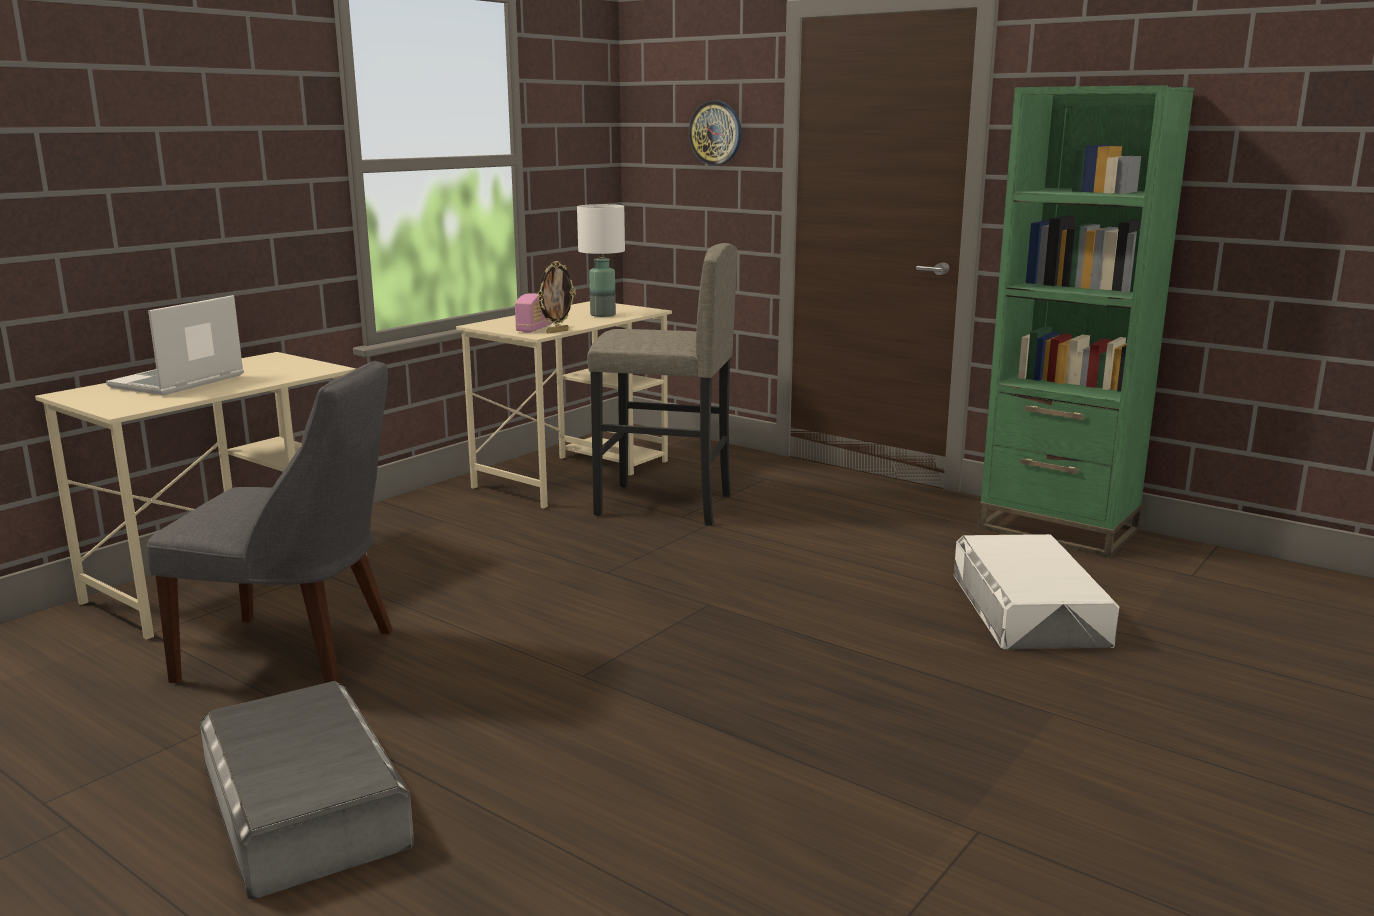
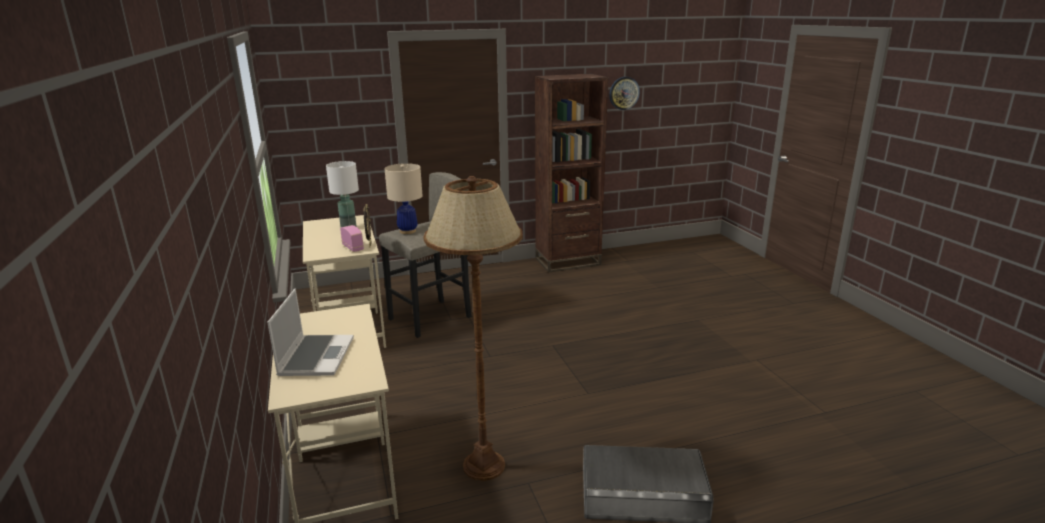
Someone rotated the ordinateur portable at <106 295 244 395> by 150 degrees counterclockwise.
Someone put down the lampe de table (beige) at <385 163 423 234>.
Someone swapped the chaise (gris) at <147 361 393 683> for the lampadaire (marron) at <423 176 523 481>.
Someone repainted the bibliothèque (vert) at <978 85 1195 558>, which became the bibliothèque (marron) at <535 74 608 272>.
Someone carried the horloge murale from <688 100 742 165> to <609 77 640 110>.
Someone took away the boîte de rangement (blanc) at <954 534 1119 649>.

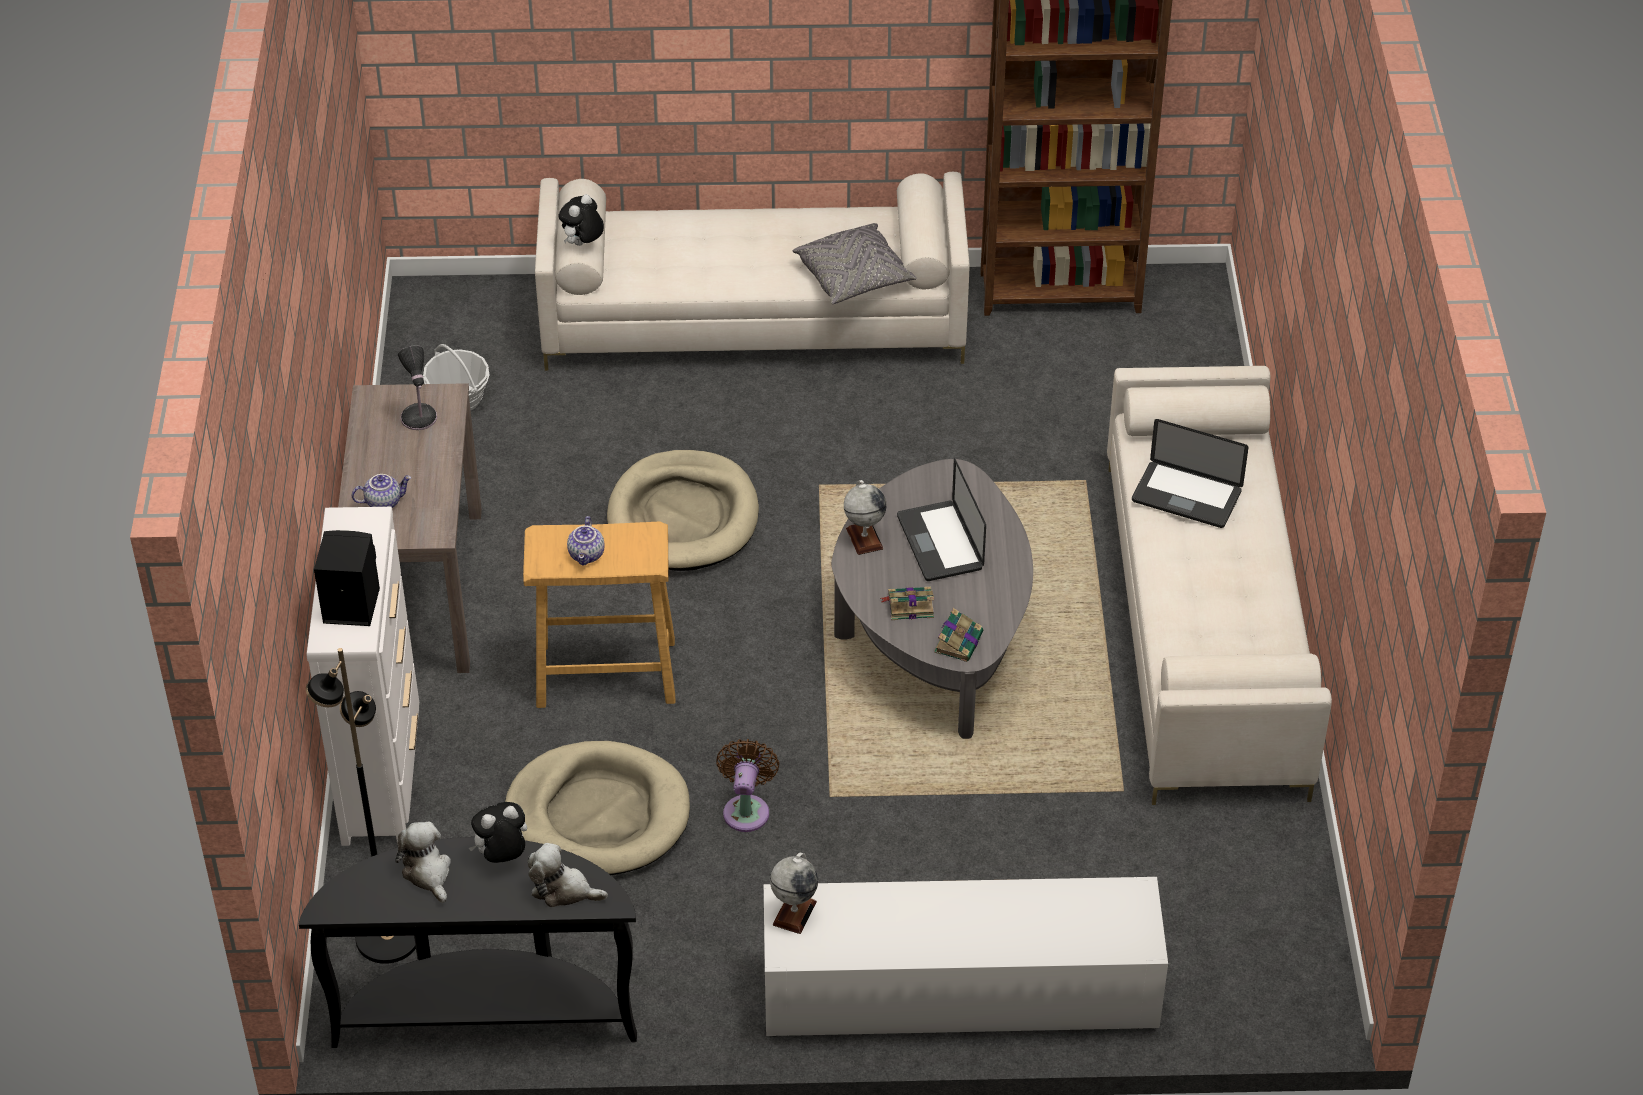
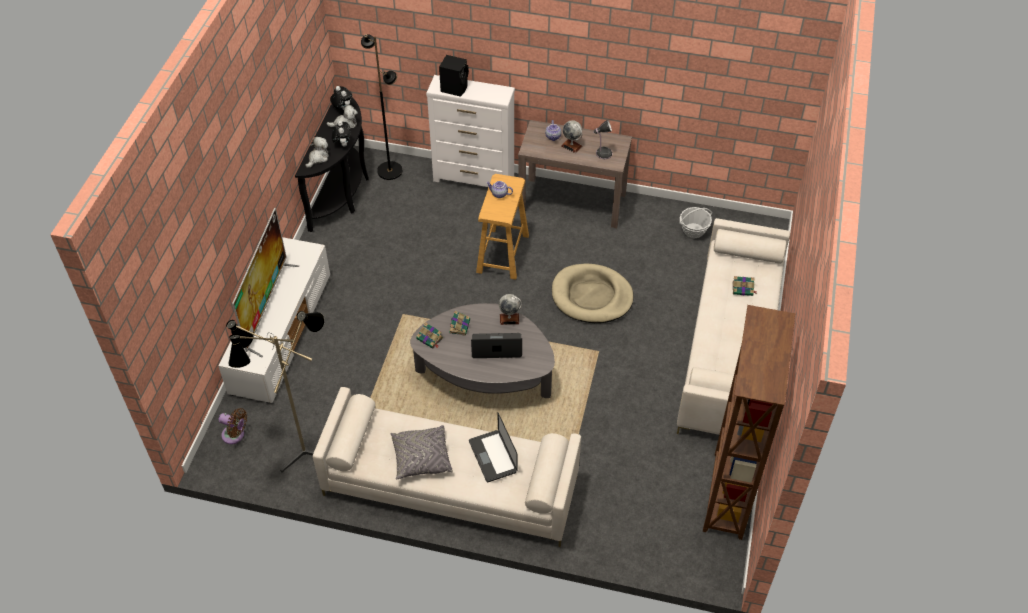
Someone carried the ventilateur (marron) from <716 739 779 832> to <218 408 247 444>.
Someone put down the lampadaire at <226 311 325 473>.
Someone put down the téléviseur at <232 208 299 357>.
Someone carried the peluche from <559 194 604 246> to <330 86 352 110>.
Someone carried the coussin (gris) from <793 223 917 304> to <390 425 453 479>.
Someone rotated the ordinateur portable at <1132 419 1248 528> by 60 degrees counterclockwise.
Someone carried the globe from <770 852 818 934> to <561 120 582 153>.
Someone put down the livre at <732 276 757 296>.
Someone took away the panier pour chien (beige) at <505 741 690 875>.

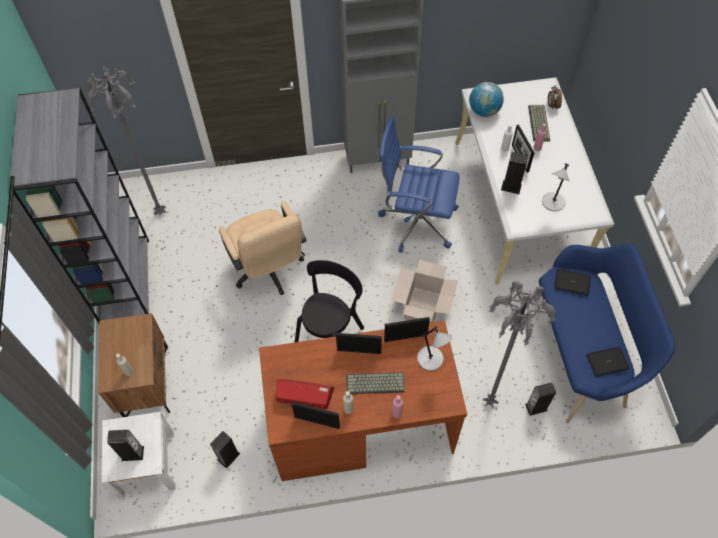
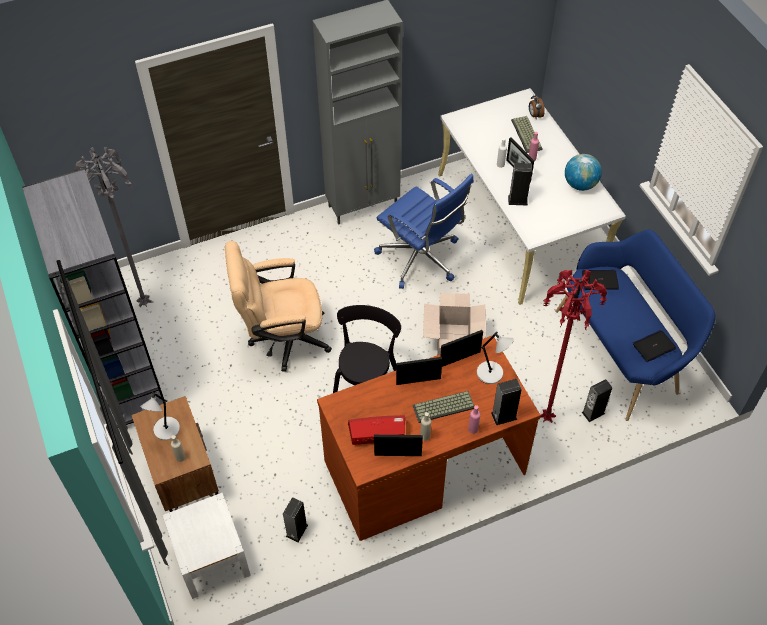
Someone carried the lampe de table (gris) from <542 163 570 211> to <140 392 180 440>.
Someone rotated the chaise de bureau (beige) at <219 201 307 295> by 120 degrees clockwise.
Someone rotated the chaise de bureau (bleu) at <378 116 460 253> by 135 degrees counterclockwise.
Someone carried the enceinte from <107 430 144 461> to <491 379 522 425>.
Someone repainted the lampadaire (gris) at <483 281 556 408>, which became the lampadaire (rouge) at <540 270 607 423>.
Someone carried the globe from <469 82 504 117> to <565 154 602 191>.

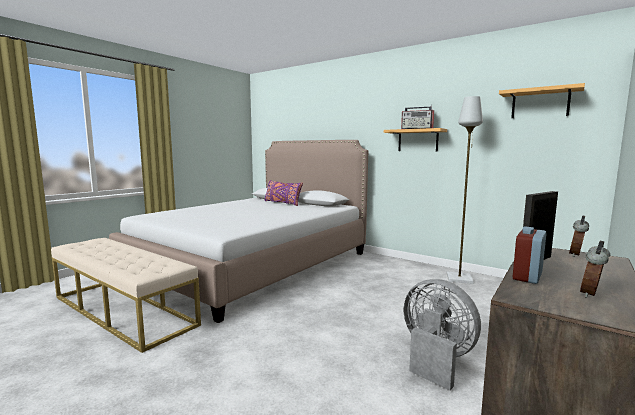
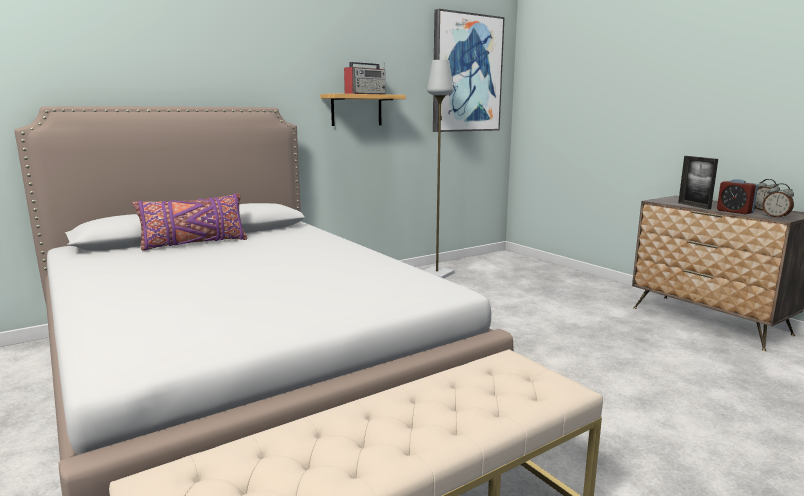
Someone swapped the étagère at <499 83 585 118> for the tableau at <433 9 505 132>.
Someone carried the réveil from <569 215 589 257> to <762 183 794 218>.
Someone took away the ventilateur (gris) at <403 279 481 390>.

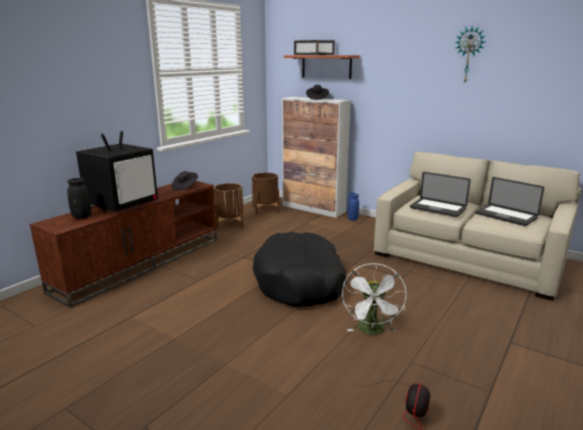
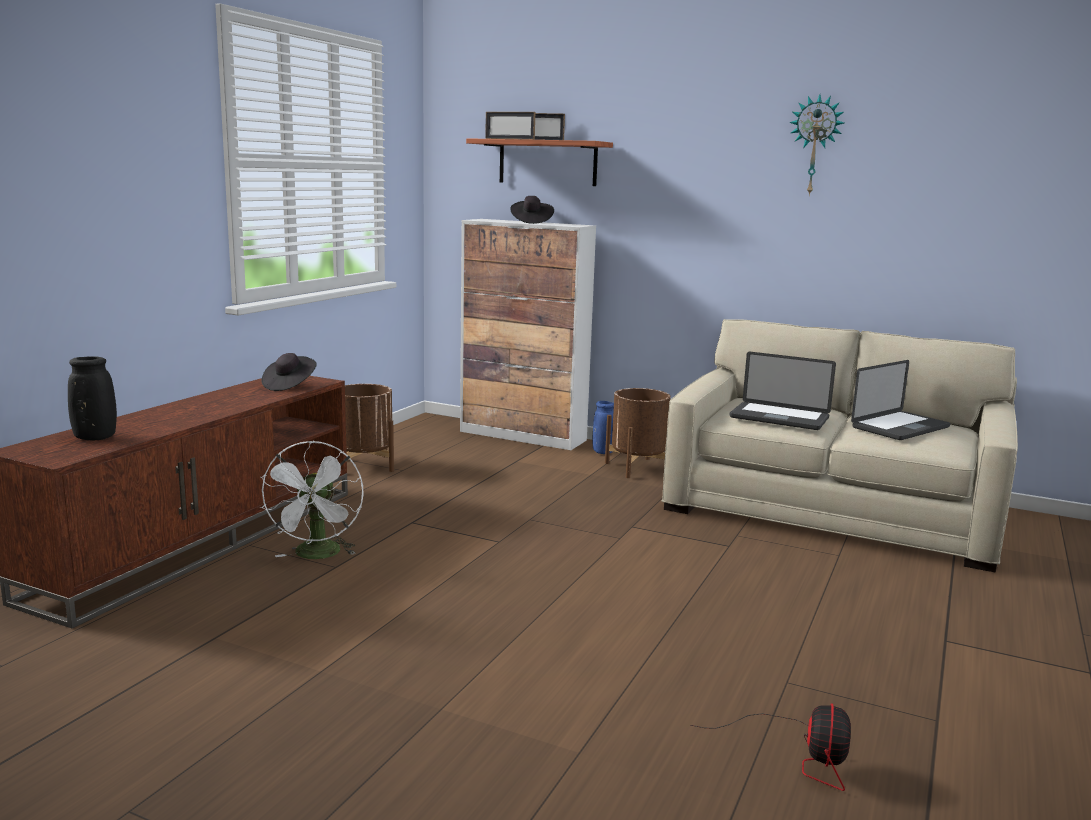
Someone carried the ventilateur (blanc) from <342 263 407 334> to <260 441 364 559>.
Someone carried the cache-pot (marron) from <252 172 279 214> to <605 388 671 478>.
Someone rotated the ordinateur portable at <475 177 544 226> by 75 degrees counterclockwise.
Someone took away the téléviseur at <76 131 158 212>.
Someone took away the panier pour chien (noir) at <253 232 347 306>.

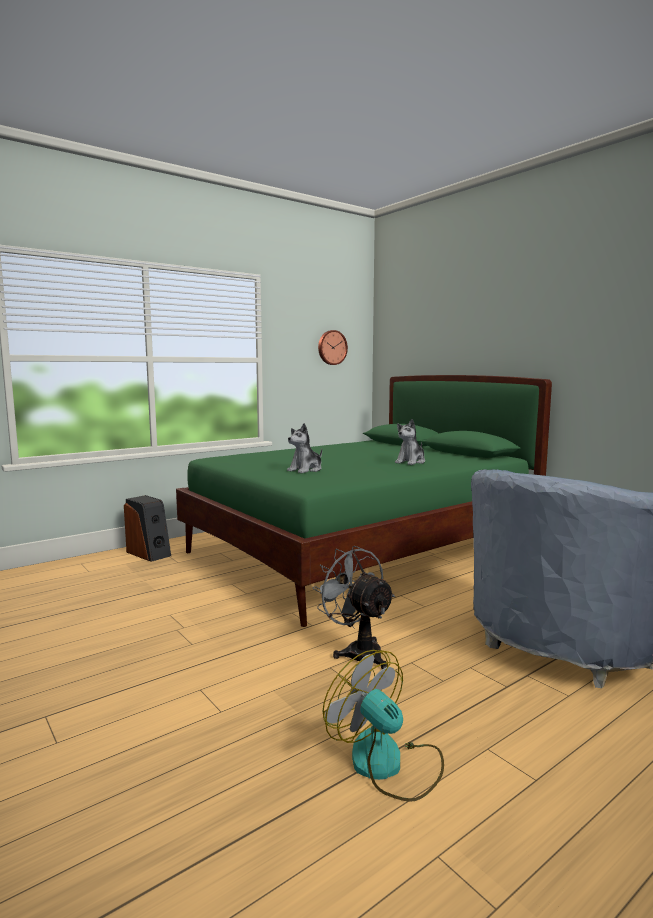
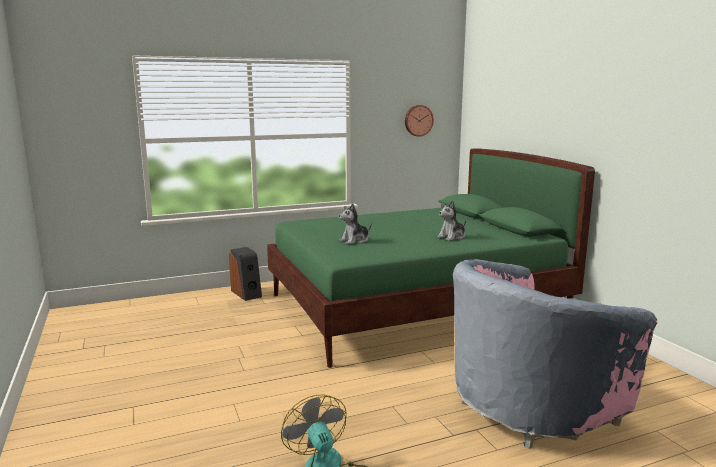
Someone took away the ventilateur (gris) at <313 546 395 669>.

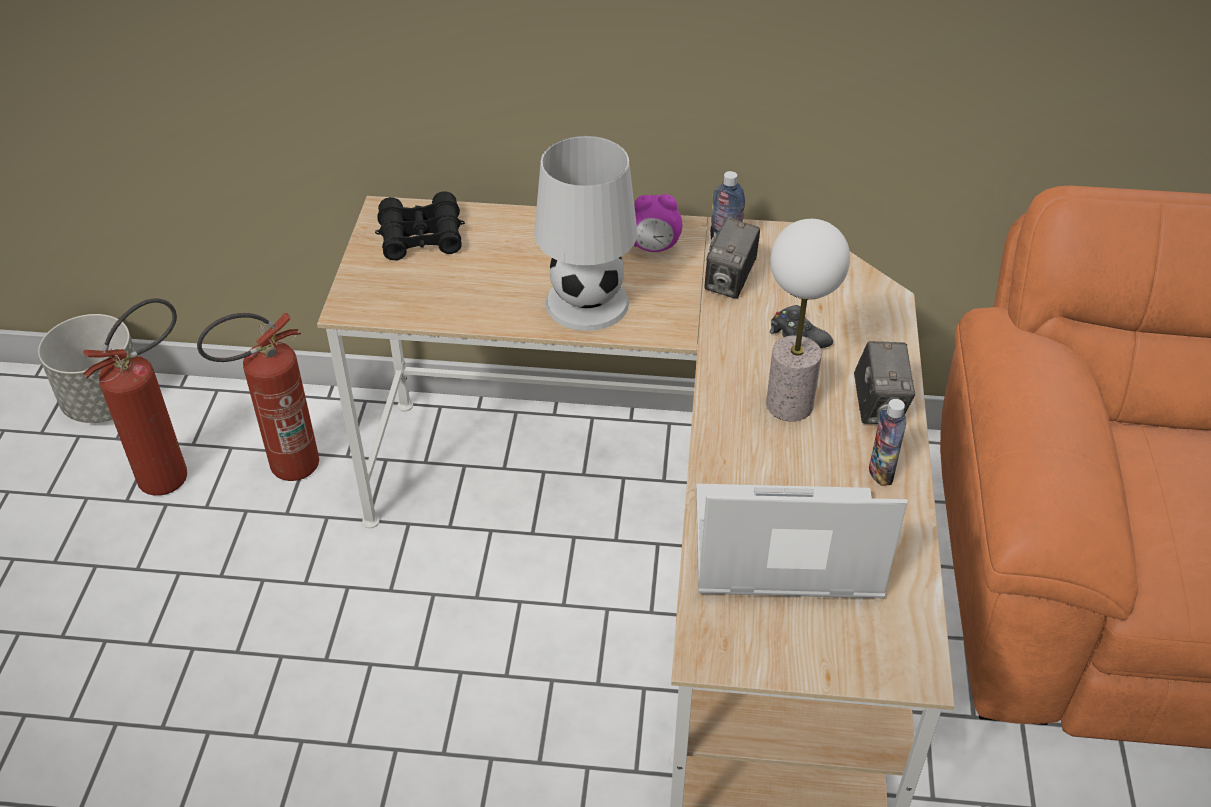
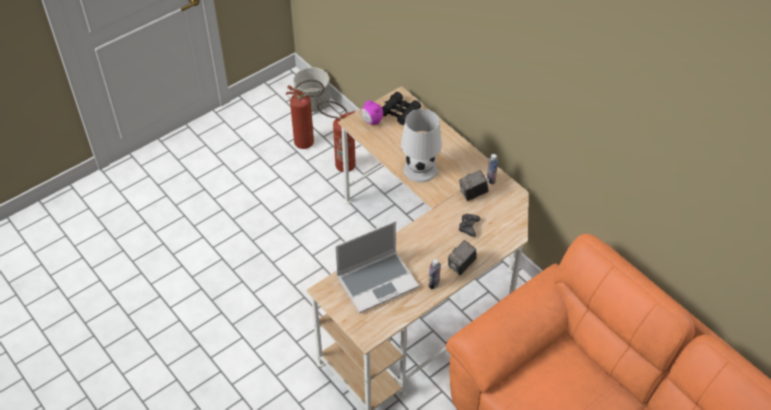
Someone rotated the ordinateur portable at <696 484 908 598> by 105 degrees clockwise.
Someone carried the réveil from <634 194 682 252> to <361 100 383 125>.
Someone took away the lampe de table at <766 219 850 421>.

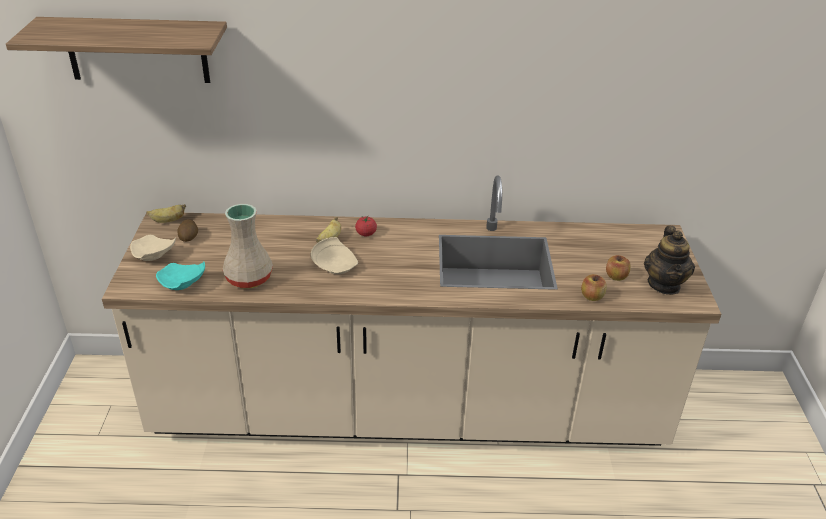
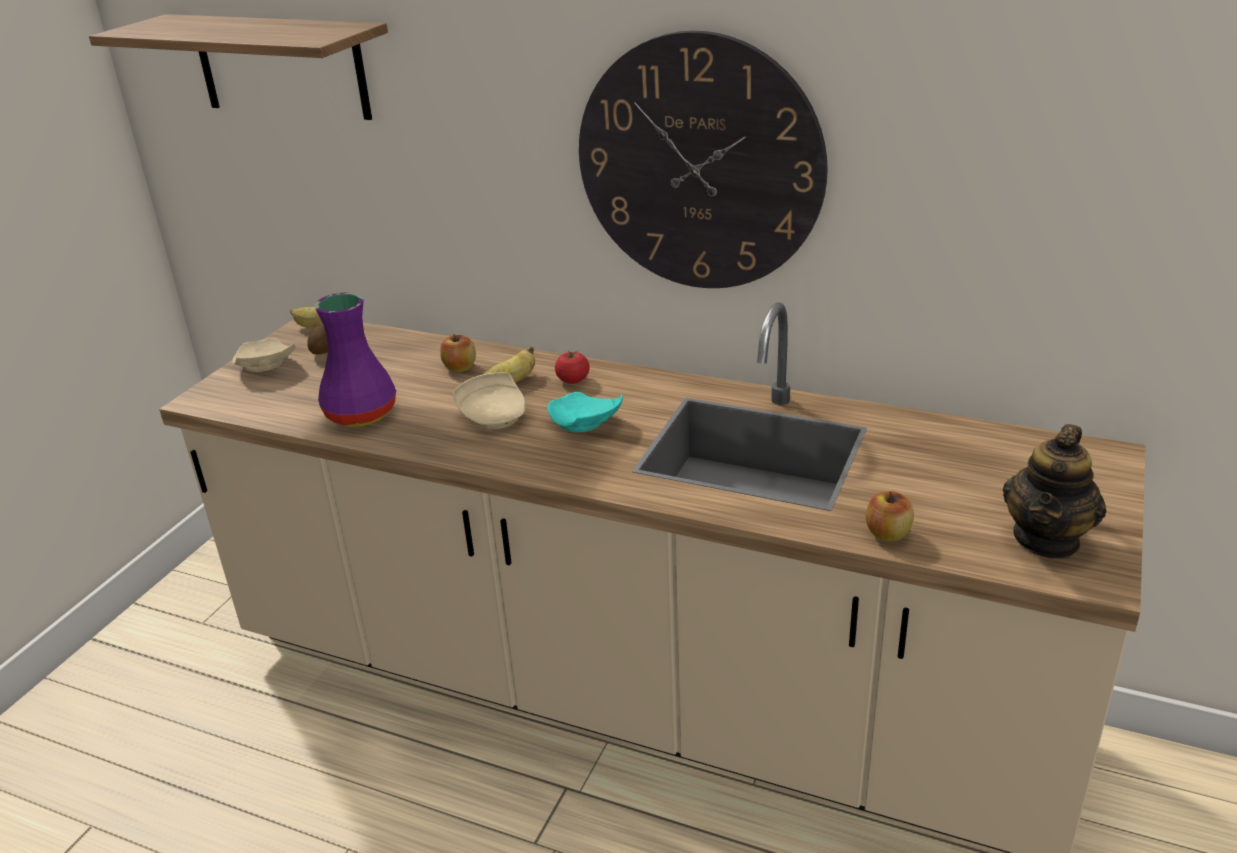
Someone repainted the vase (beige) at <223 204 273 289>, which became the vase (violet) at <314 292 396 427>.
Someone carried the pomme from <606 255 631 281> to <440 334 476 372>.
Someone carried the assiette (turquoise) from <156 261 205 290> to <548 392 623 432>.
Someone put up the horloge murale at <579 31 828 288>.

